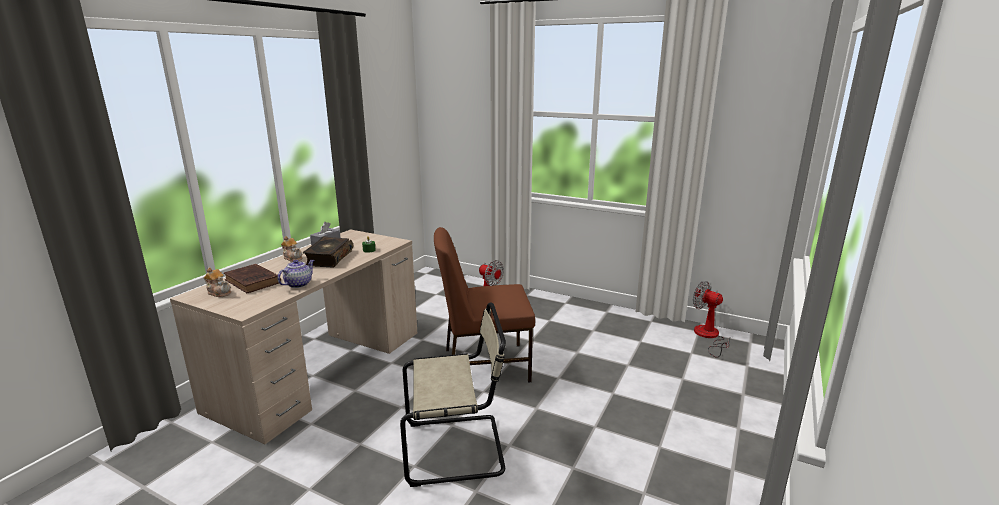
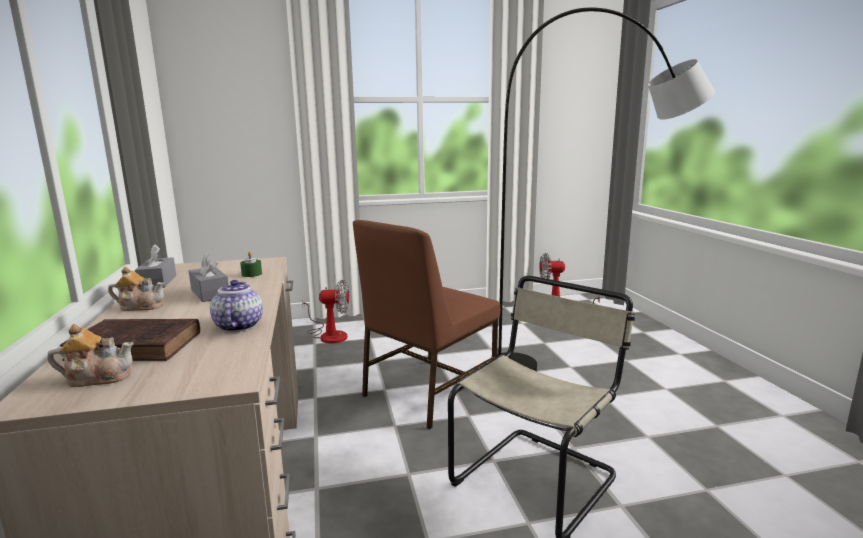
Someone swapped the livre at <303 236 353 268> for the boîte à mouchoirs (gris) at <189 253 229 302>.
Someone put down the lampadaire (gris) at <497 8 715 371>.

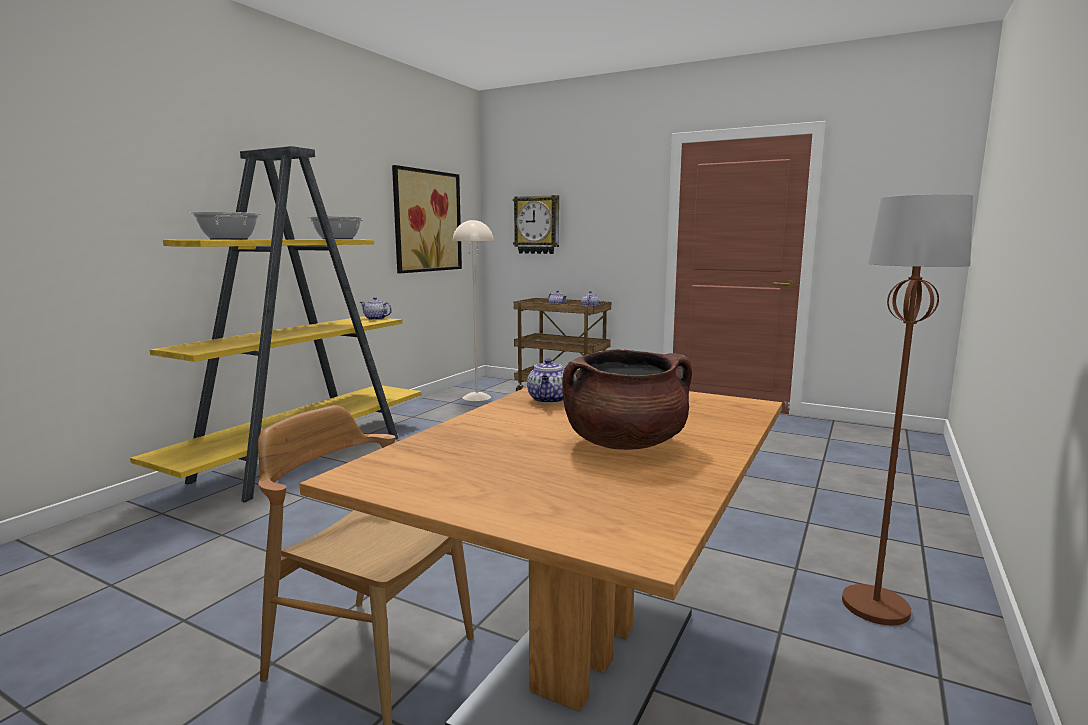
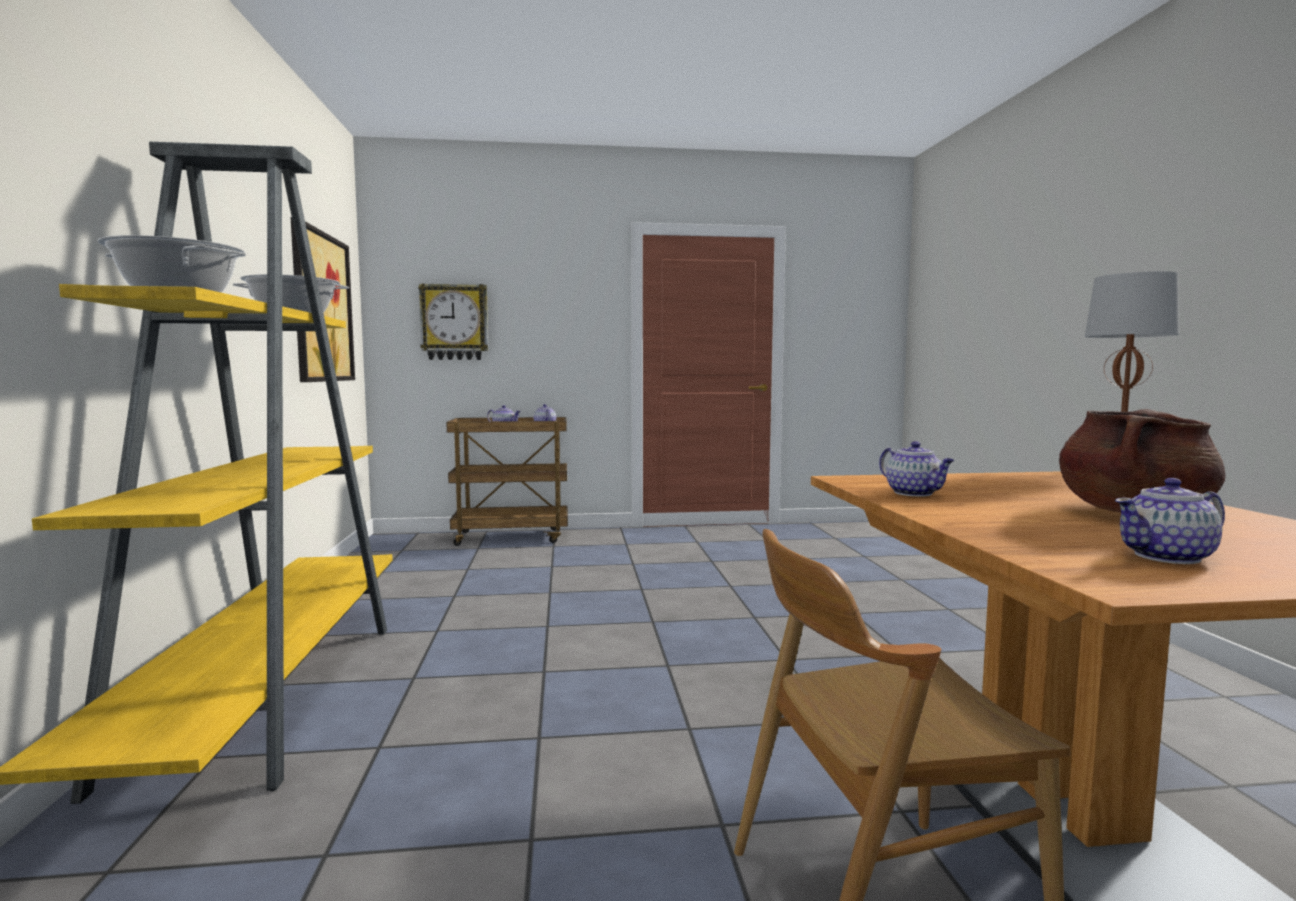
Someone carried the théière from <360 297 392 320> to <1115 478 1225 564>.
Someone took away the lampadaire (beige) at <453 219 494 401>.

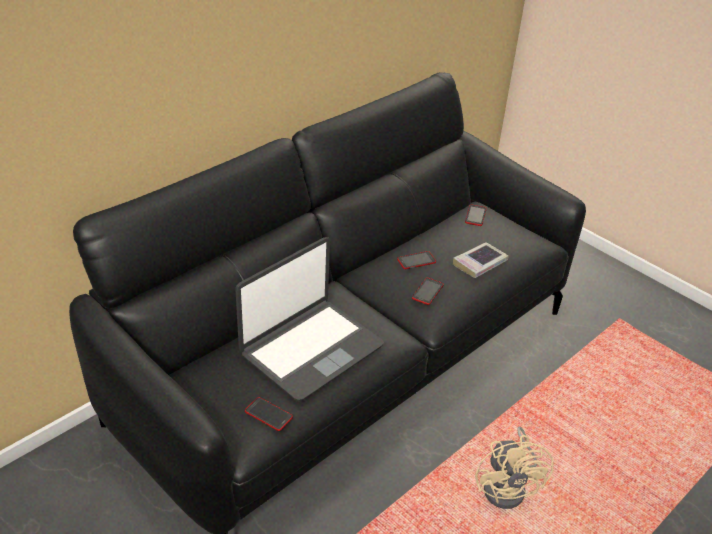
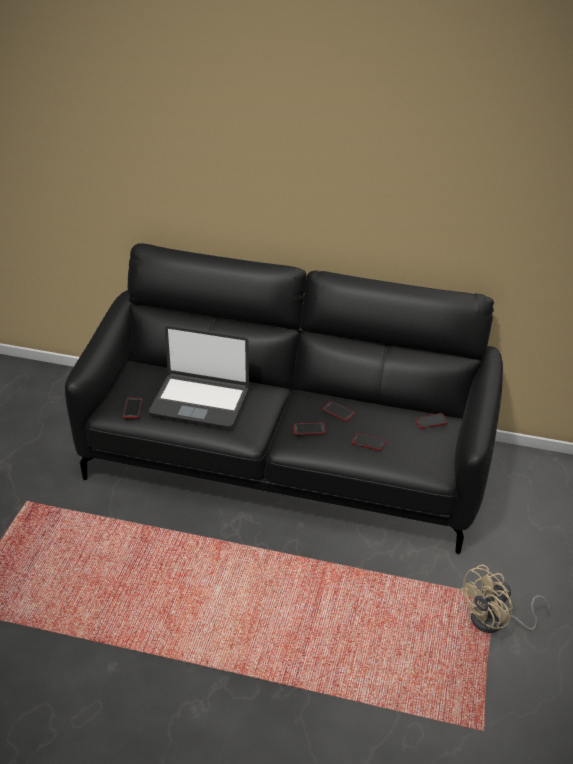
Someone swapped the livre at <453 242 508 278> for the téléphone at <352 433 386 451>.
Someone carried the ventilateur (beige) from <475 427 554 509> to <458 565 550 633>.

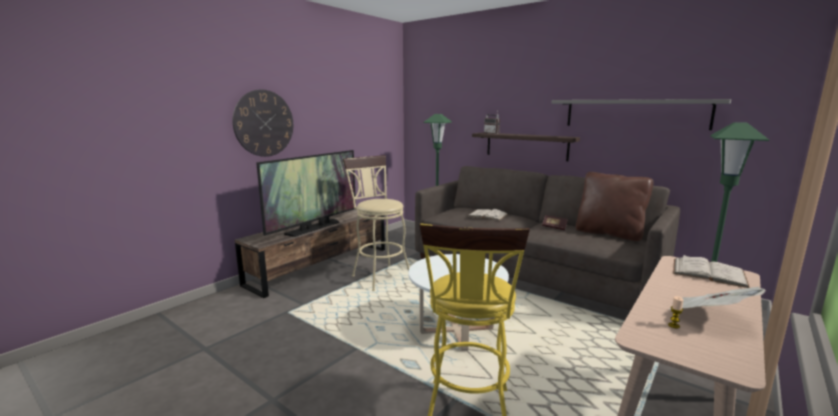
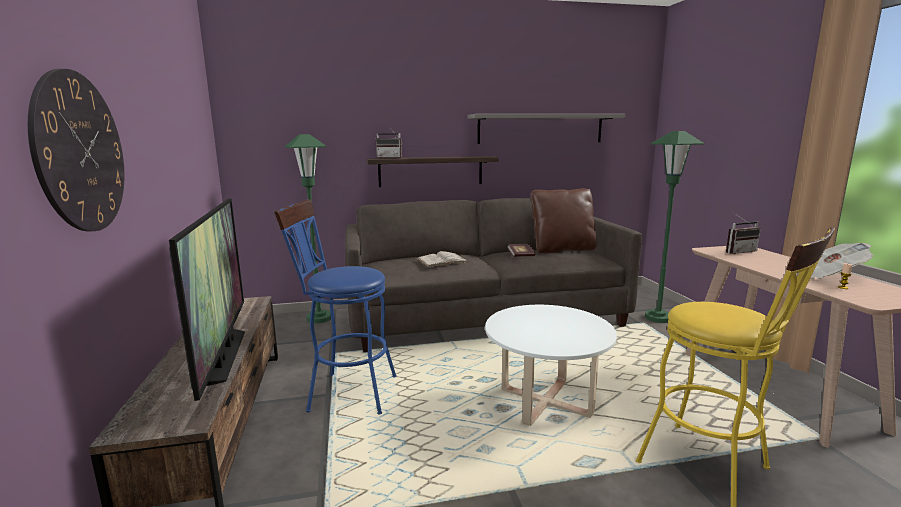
Someone repainted the tabouret (beige) at <343 155 409 291>, which became the tabouret (bleu) at <274 199 397 415>.
Someone swapped the livre (blanc) at <673 255 750 288> for the radio at <726 213 760 254>.

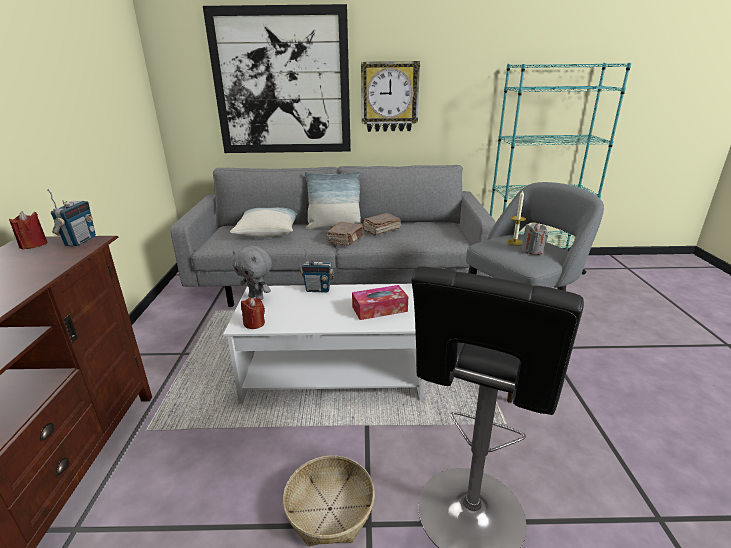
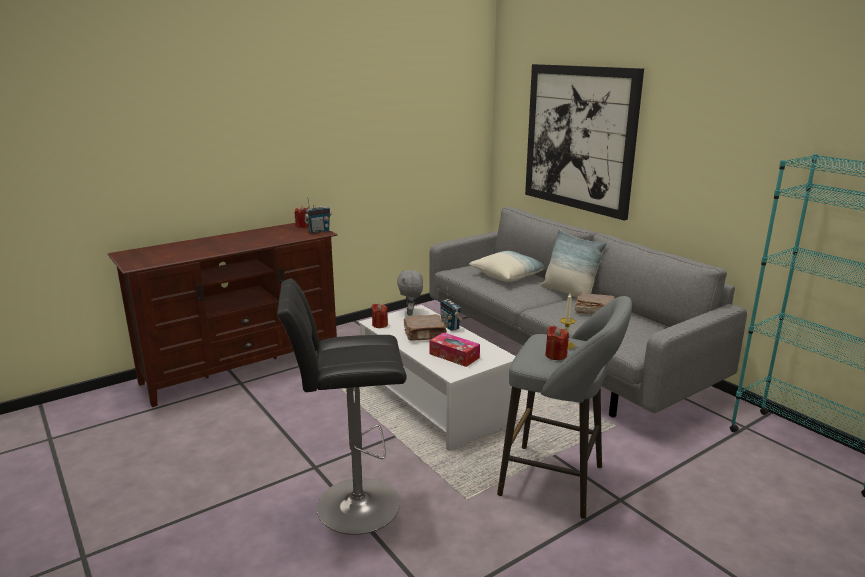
Someone carried the livre (marron) from <327 222 363 246> to <404 314 447 341>.
Someone repainted the bougie (gris) at <521 223 548 255>, which became the bougie (rouge) at <545 326 569 360>.
Someone took away the panier at <283 456 375 546>.
Someone took away the horloge murale at <361 61 420 132>.

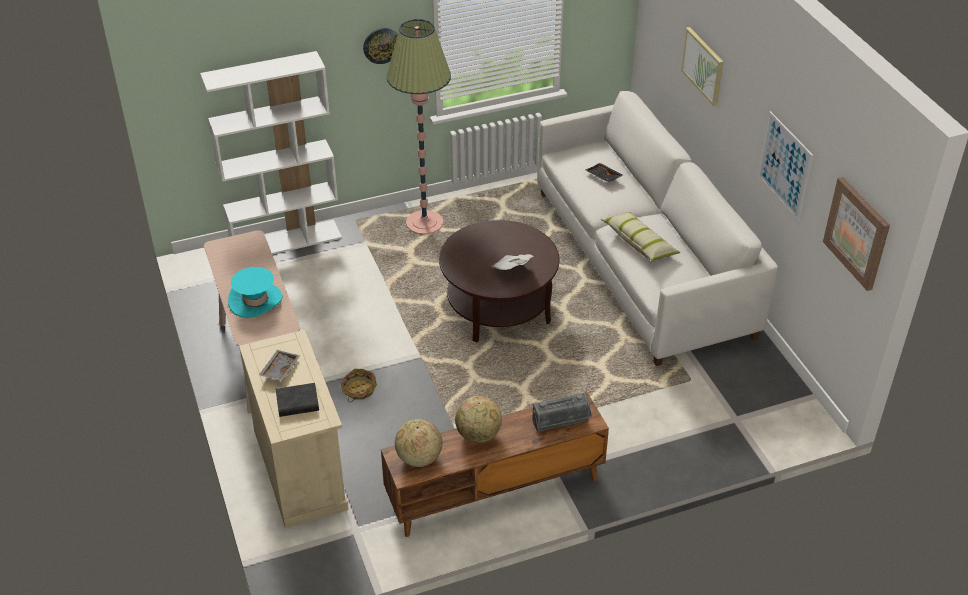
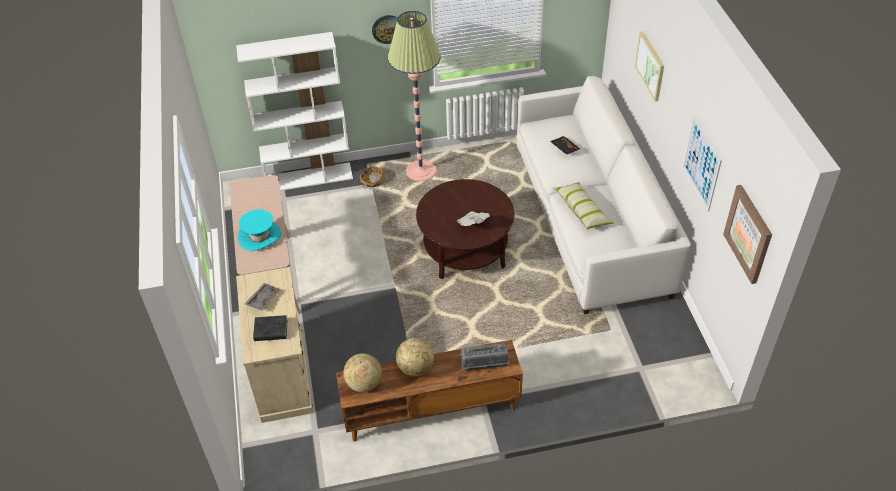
Someone carried the panier from <340 369 377 402> to <360 166 385 188>.

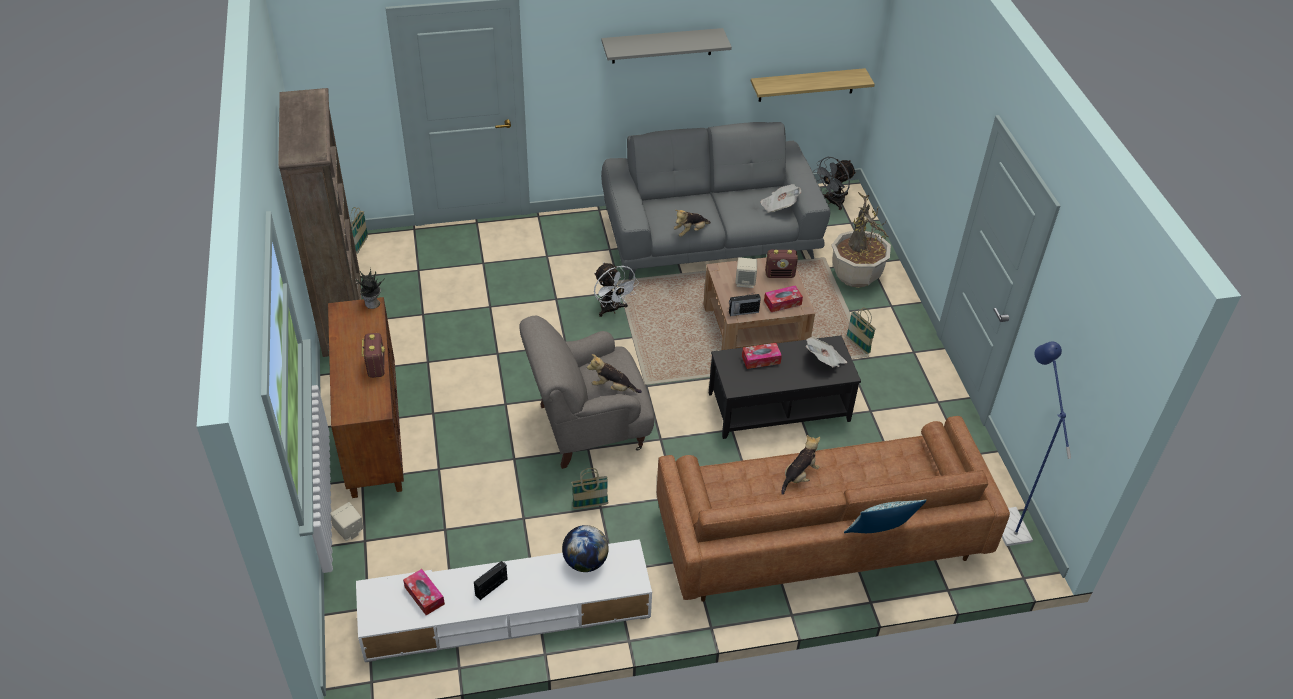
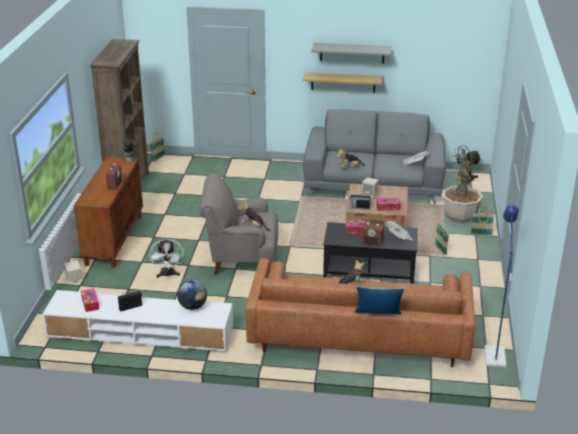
Someone carried the ventilateur (blanc) from <594 262 639 317> to <150 238 183 278>.
Someone carried the étagère from <751 68 875 102> to <303 72 383 93>.
Someone carried the radio from <765 250 798 278> to <361 222 384 246>.
Someone carried the panier from <571 468 609 509> to <471 206 494 236>.

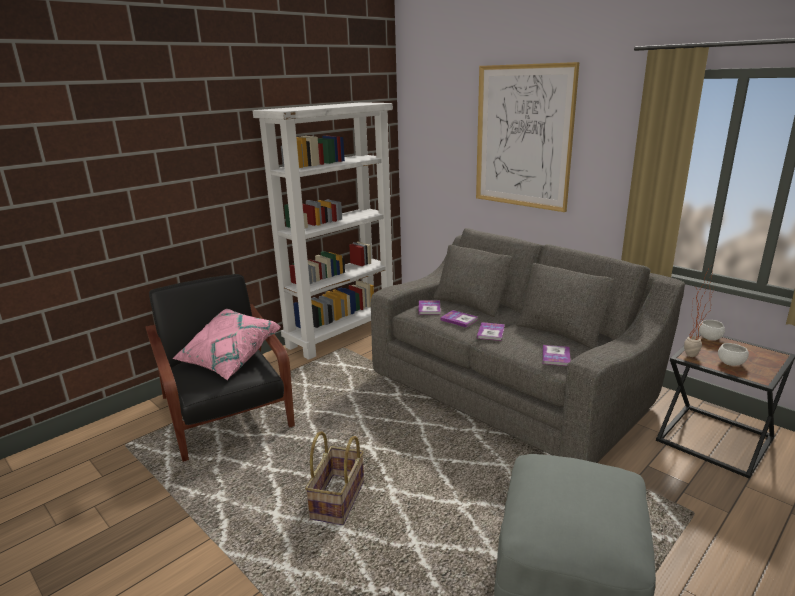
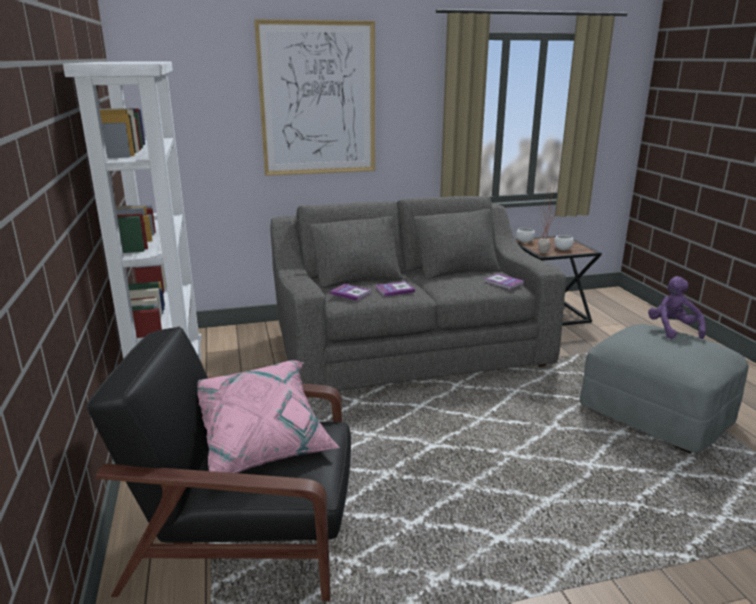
Someone put down the peluche (violet) at <648 276 706 339>.
Someone took away the panier at <305 431 364 525>.
Someone took away the livre at <477 322 505 341>.

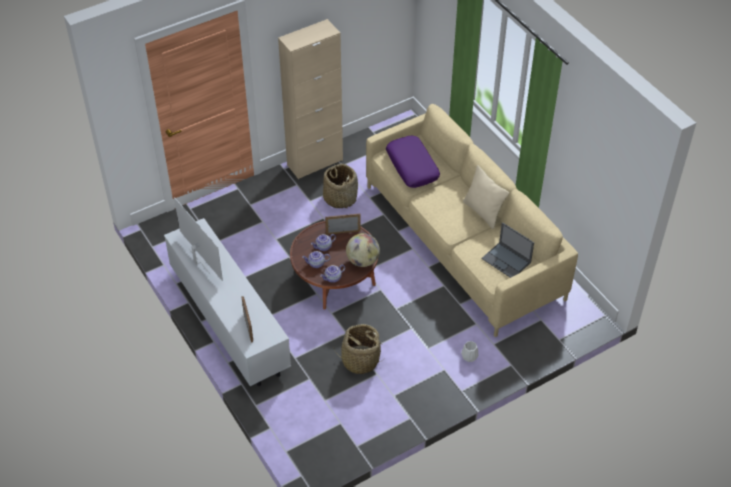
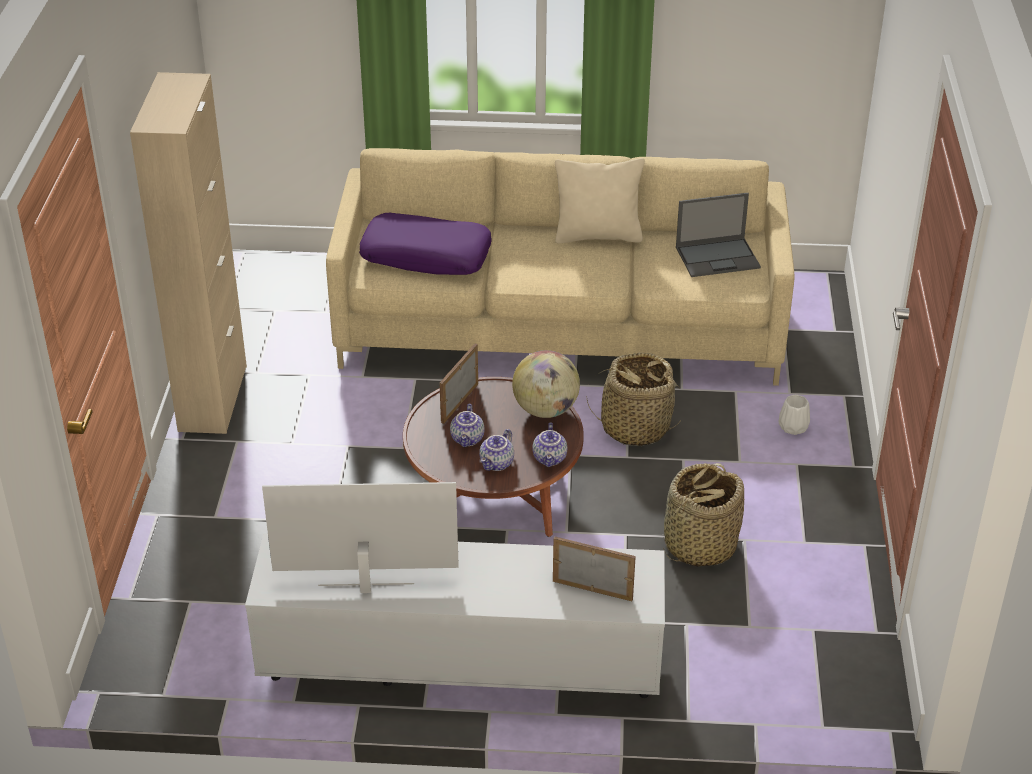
Someone carried the panier from <323 164 358 208> to <586 353 681 446>.

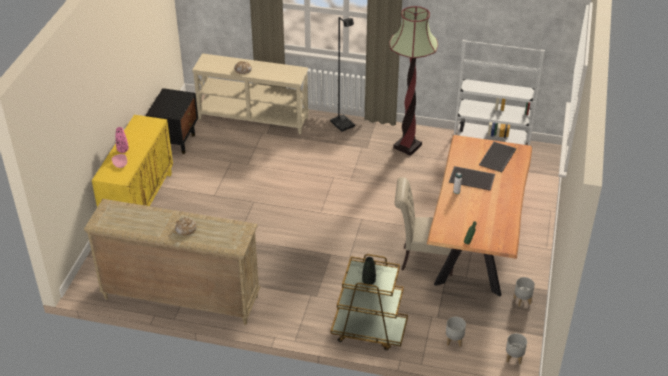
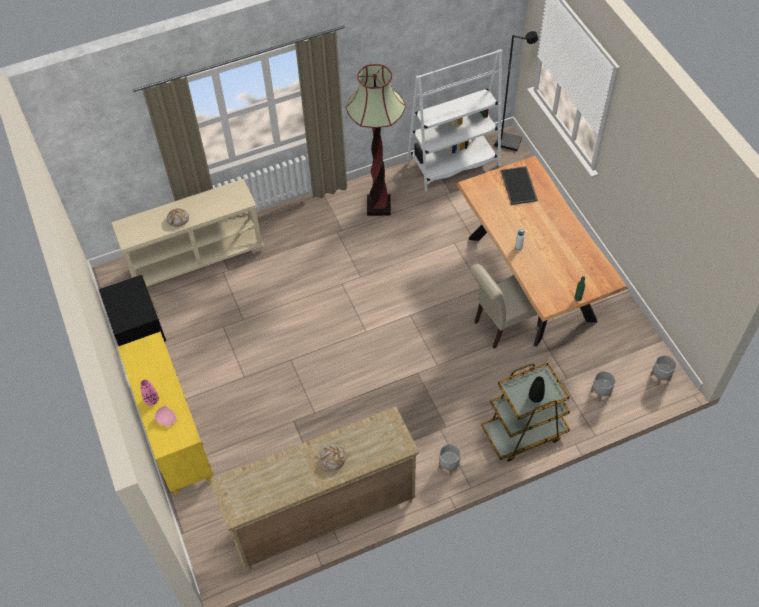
Someone carried the cache-pot (gris) from <514 277 535 307> to <439 444 461 476>.
Someone carried the lampadaire (noir) from <330 17 355 132> to <495 31 538 151>.
Someone took away the plateau at <449 166 495 191>.

